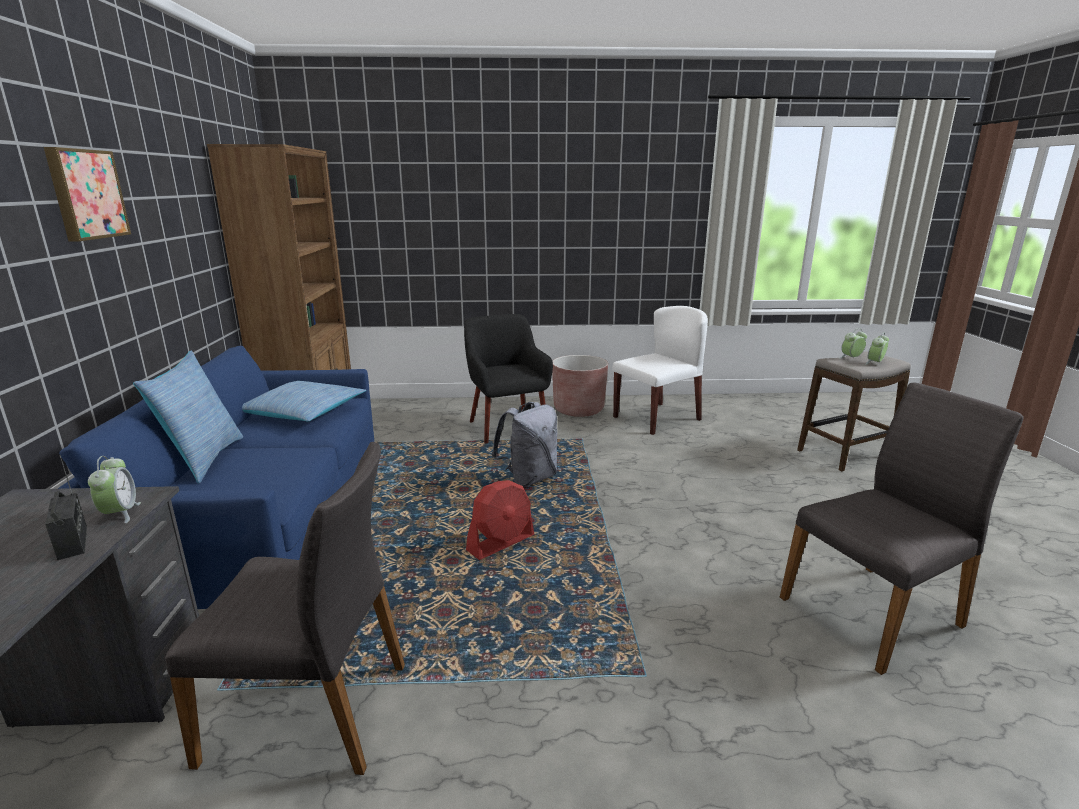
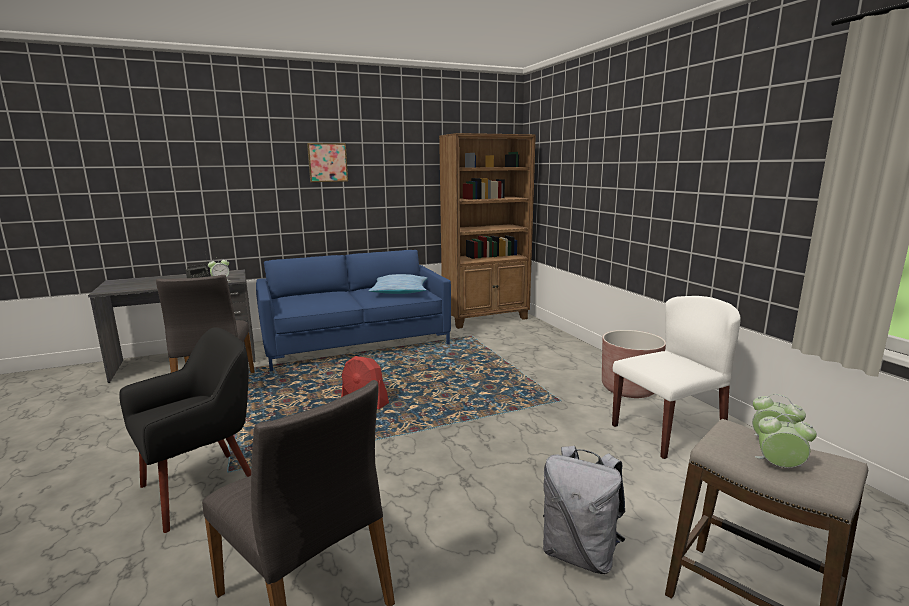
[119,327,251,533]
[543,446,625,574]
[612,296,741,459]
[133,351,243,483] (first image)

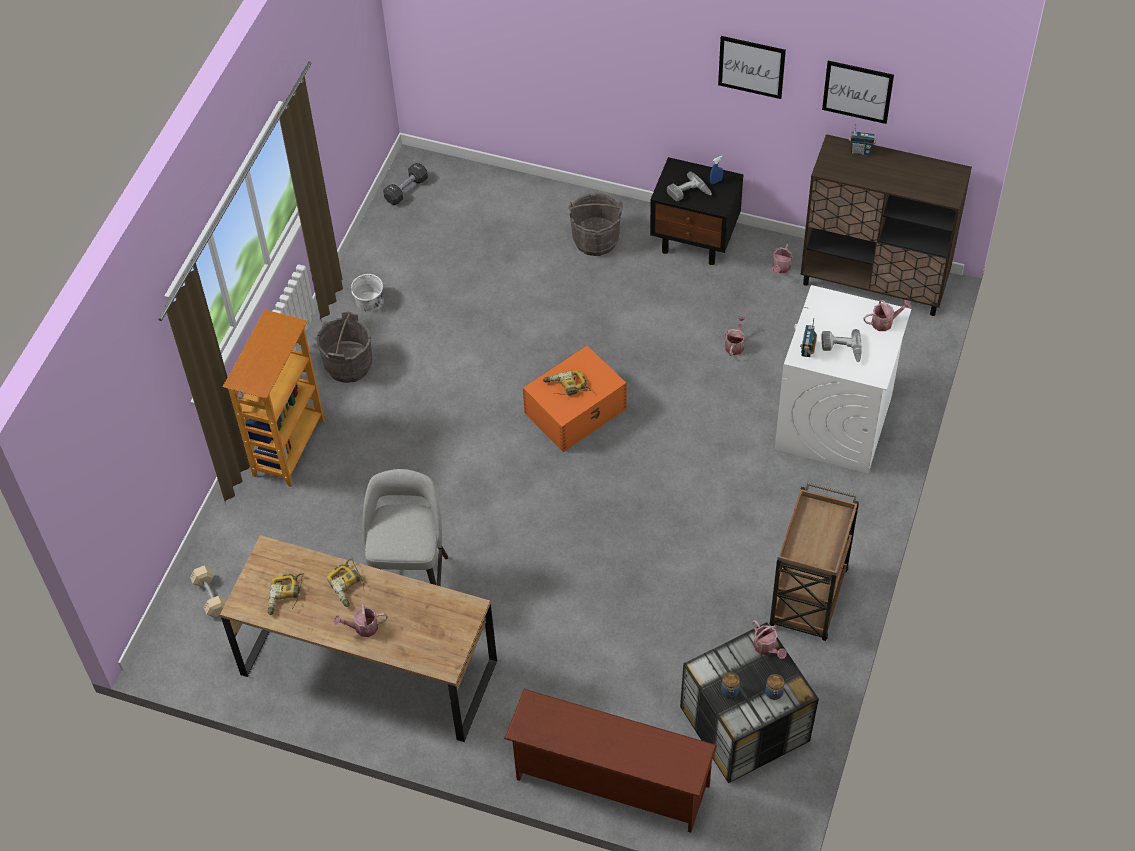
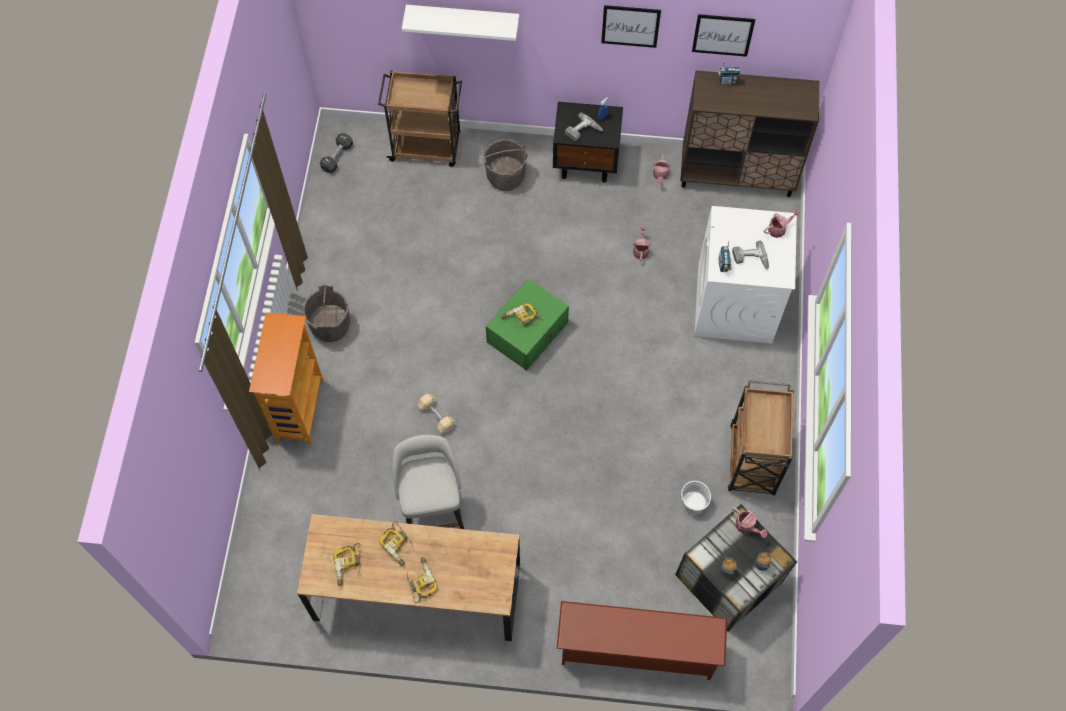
[378,70,462,167]
[402,5,519,41]
[407,557,438,604]
[417,394,455,433]
[486,278,569,371]
[681,481,711,514]

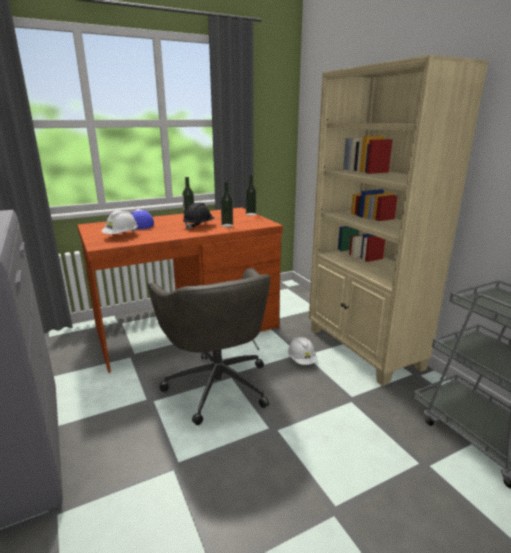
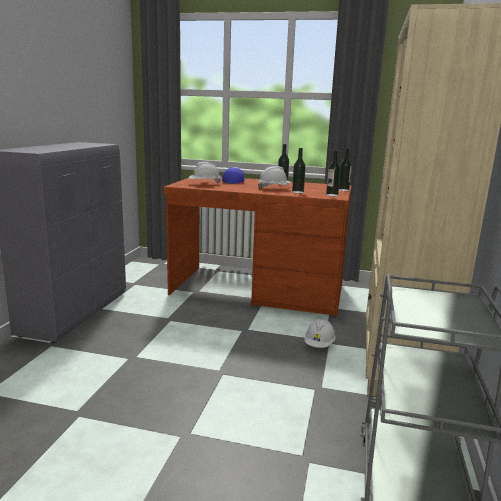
[258,166,291,189]
[326,150,341,196]
[148,268,271,425] (first image)

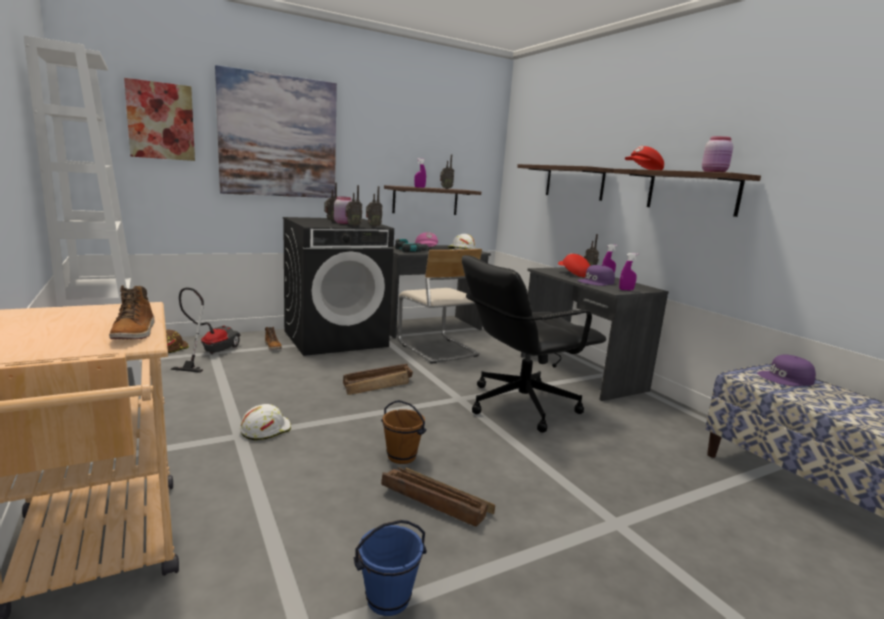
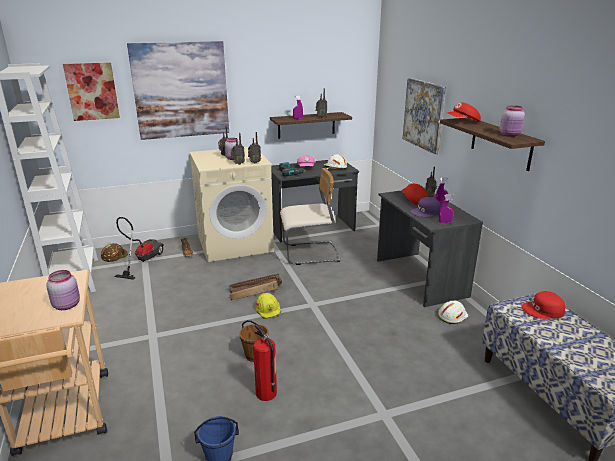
[46,270,80,310]
[190,147,274,262]
[253,325,277,401]
[256,293,281,319]
[280,168,340,265]
[403,78,446,154]
[438,300,469,324]
[522,291,565,319]
[462,255,606,433] (first image)

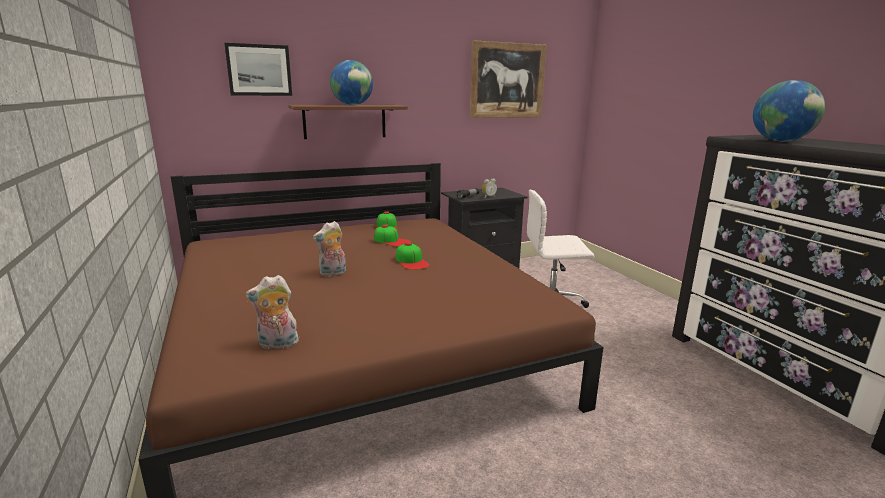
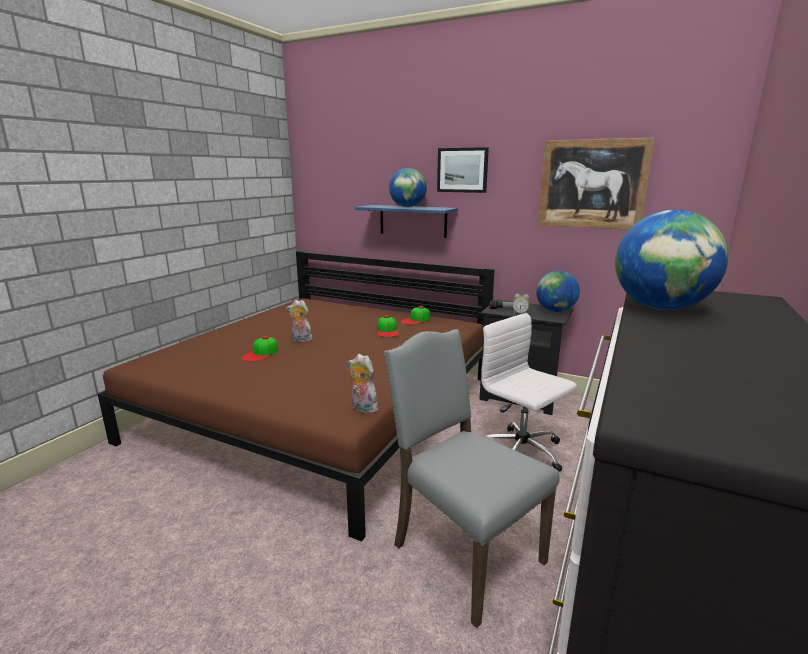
[242,336,278,361]
[348,354,379,414]
[354,205,458,238]
[383,329,560,628]
[437,147,489,193]
[536,271,580,312]

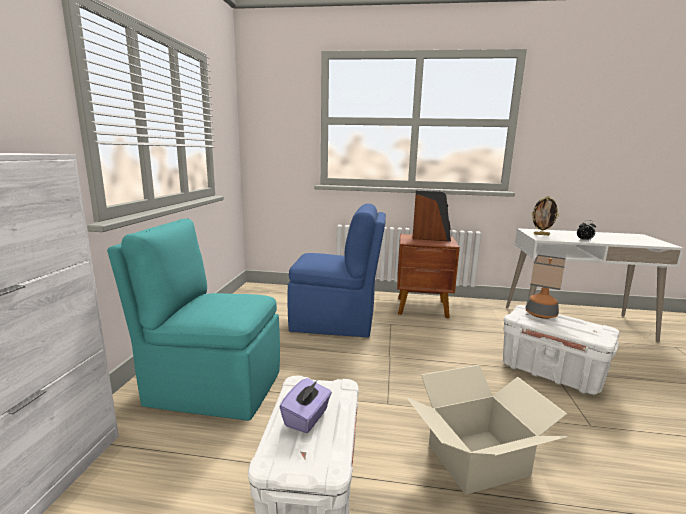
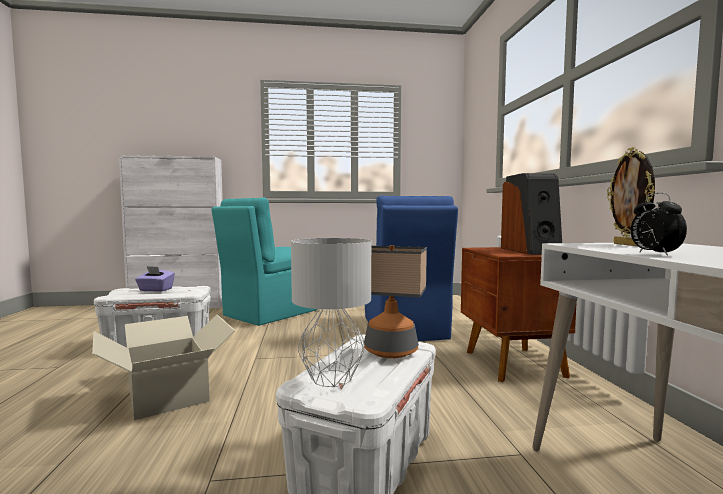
[211,197,318,326]
[291,238,371,387]

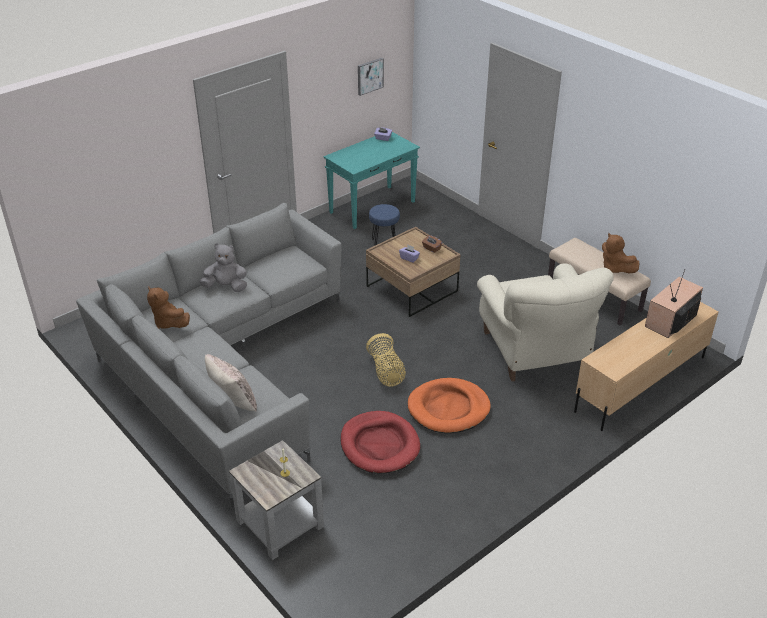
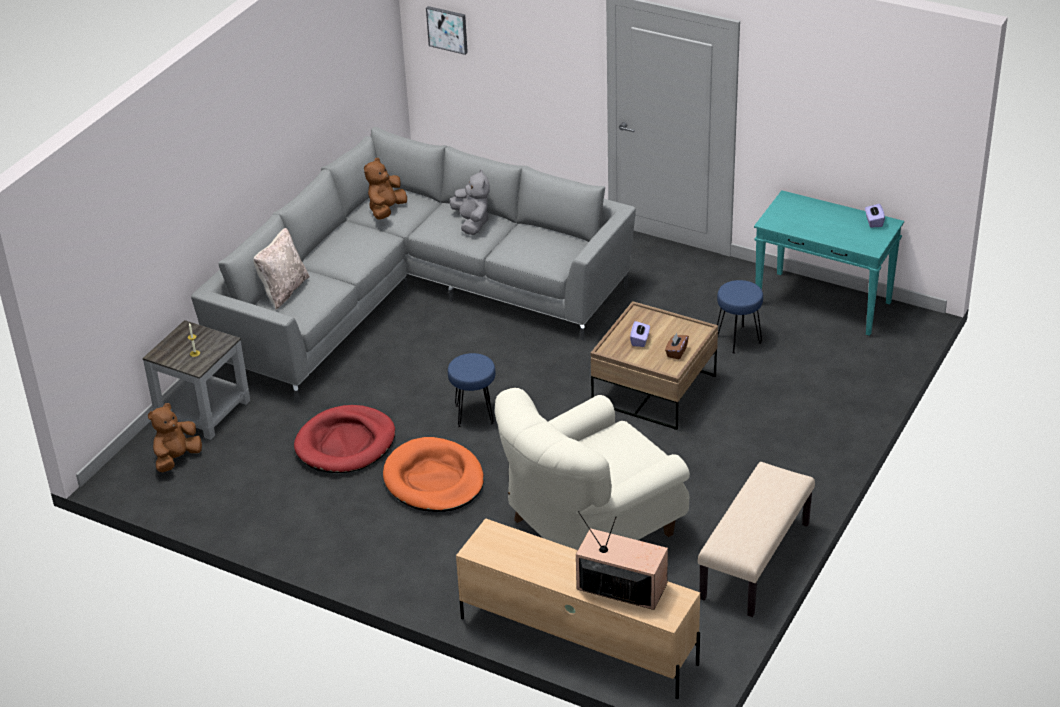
[148,403,202,472]
[426,6,468,55]
[448,353,495,428]

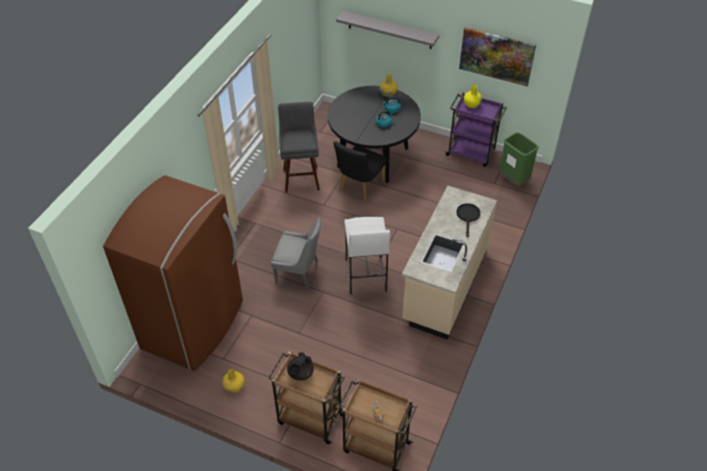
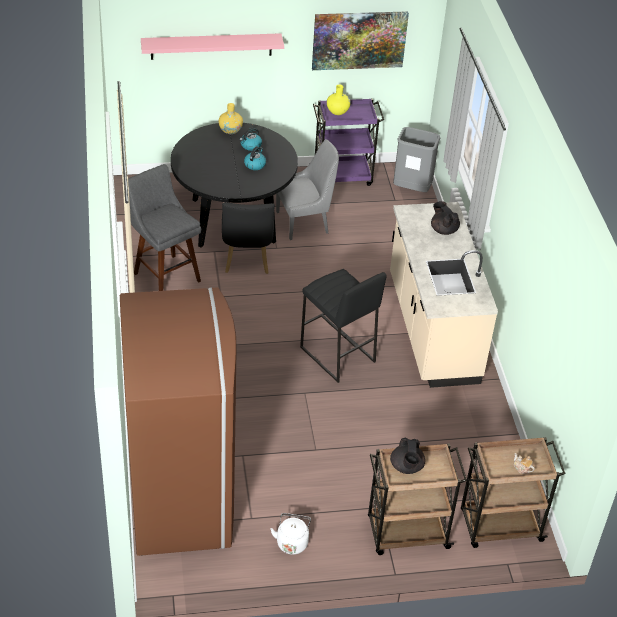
[141,33,284,60]
[270,513,311,554]
[276,139,339,240]
[300,269,387,383]
[393,127,440,192]
[431,201,460,235]

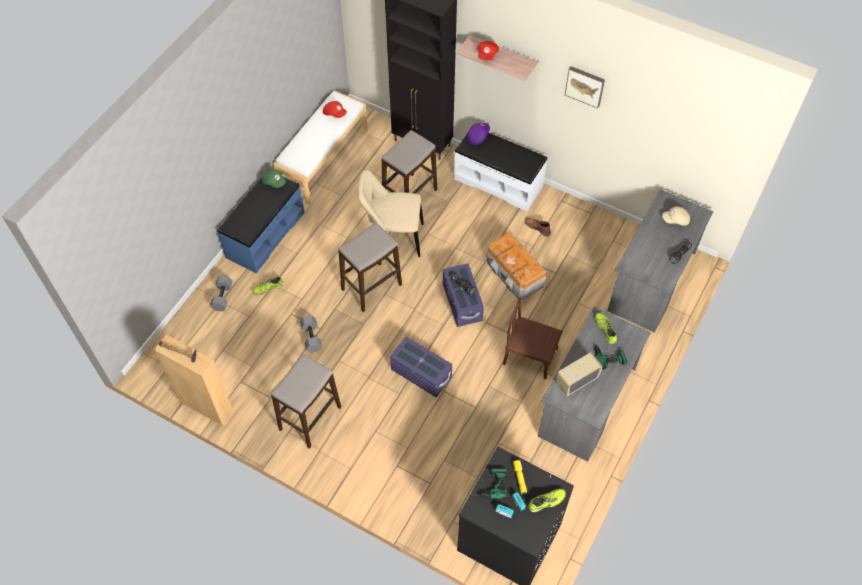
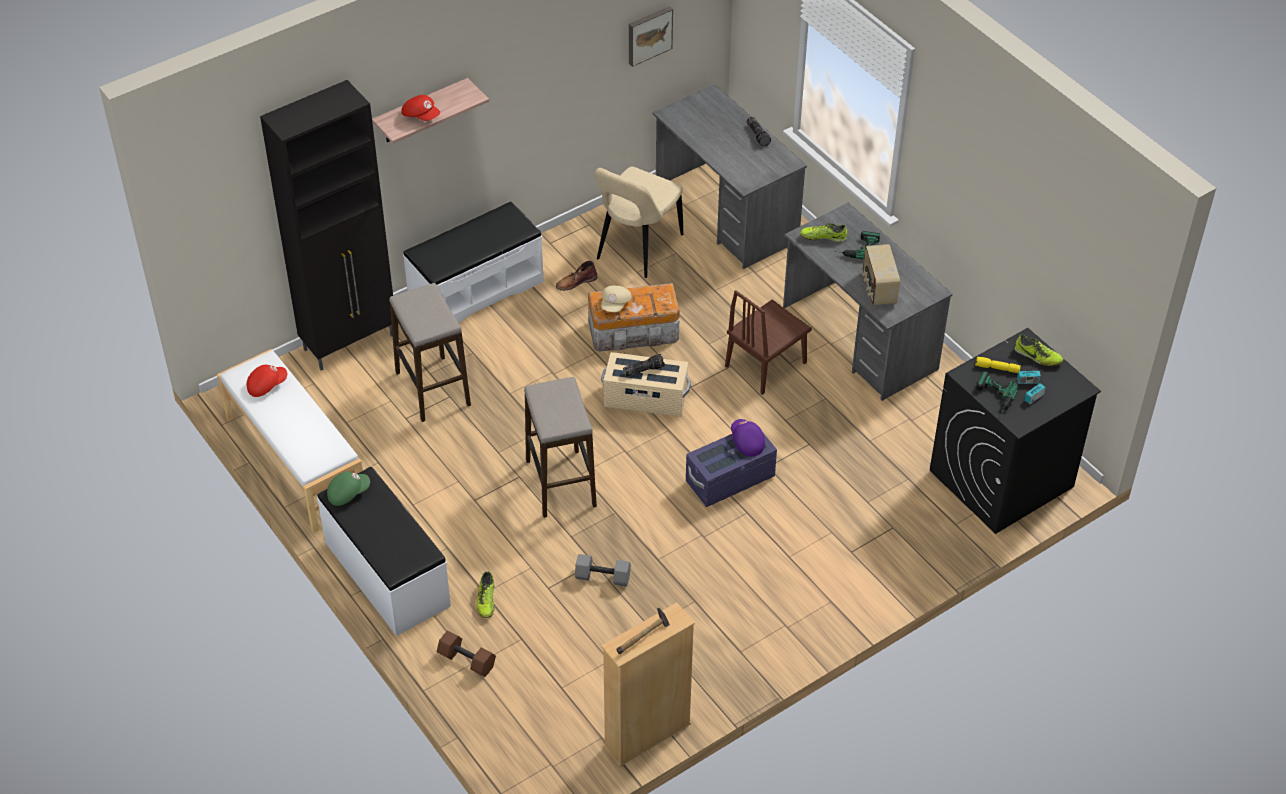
[317,467,451,636]
[437,630,496,677]
[595,167,683,278]
[601,286,632,312]
[601,352,691,417]
[629,6,673,67]
[731,419,765,457]
[1014,334,1063,366]
[271,354,341,449] (first image)

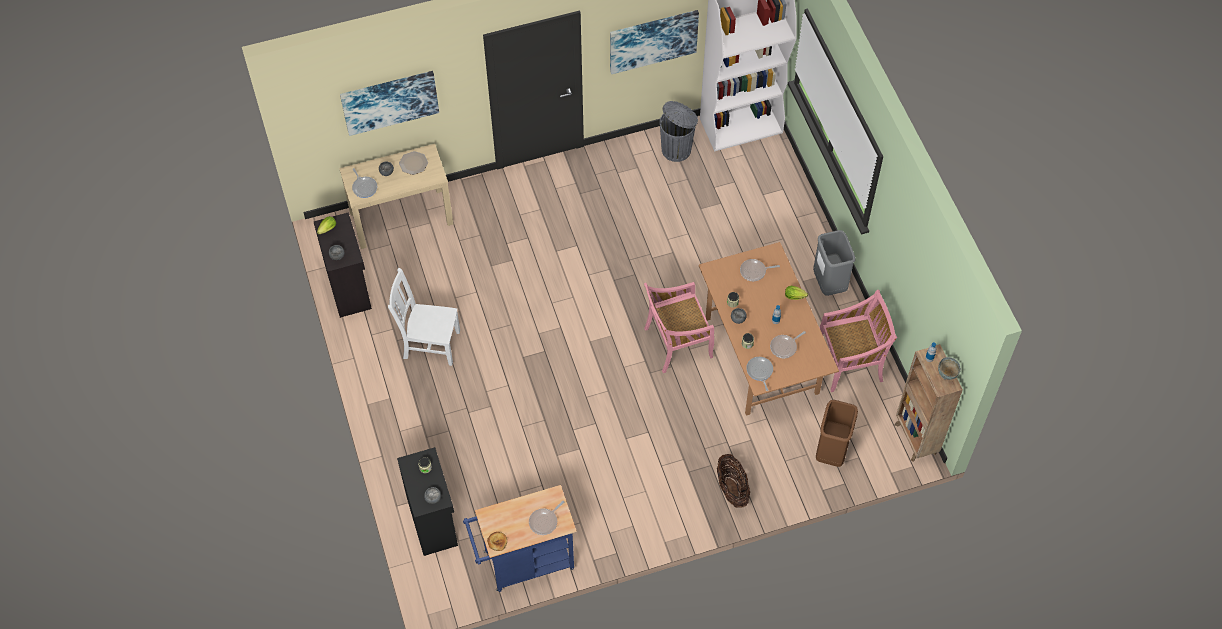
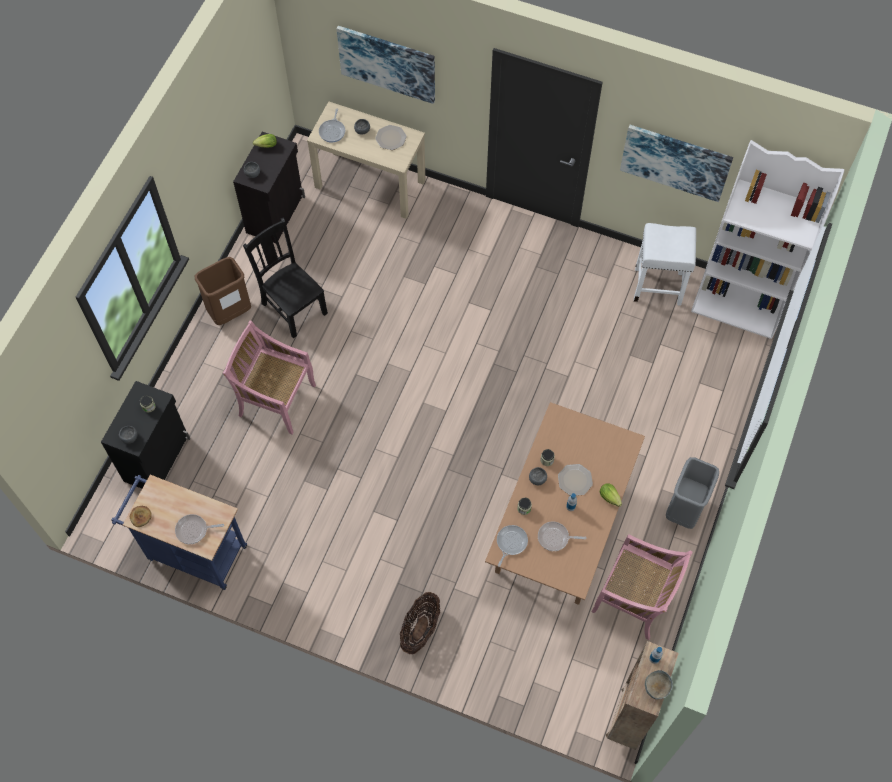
[195,257,251,325]
[223,321,316,435]
[243,218,328,338]
[558,464,593,496]
[634,223,696,306]
[740,259,780,281] (first image)

